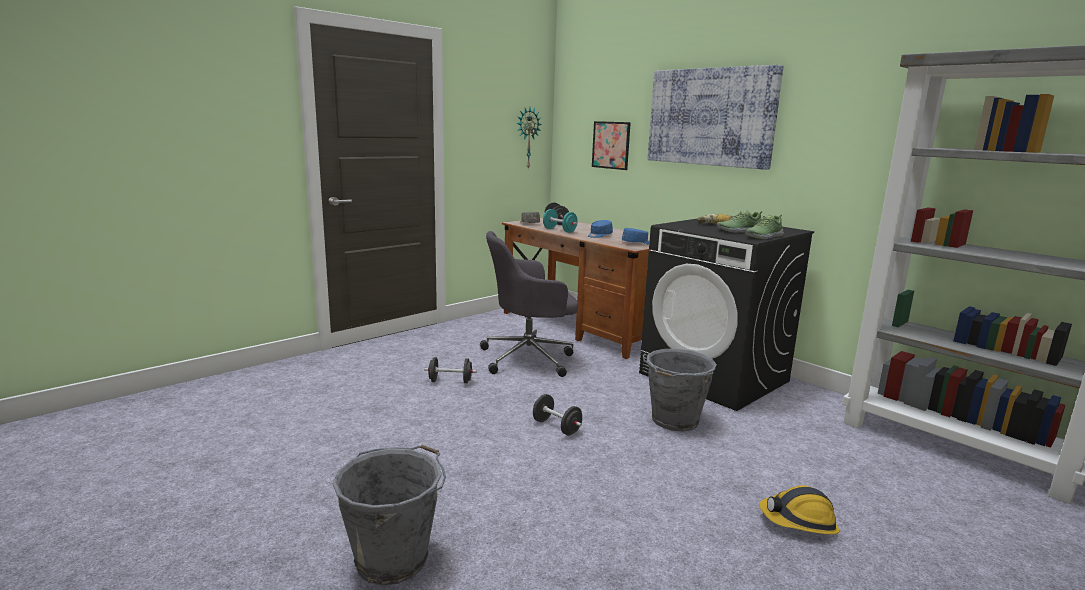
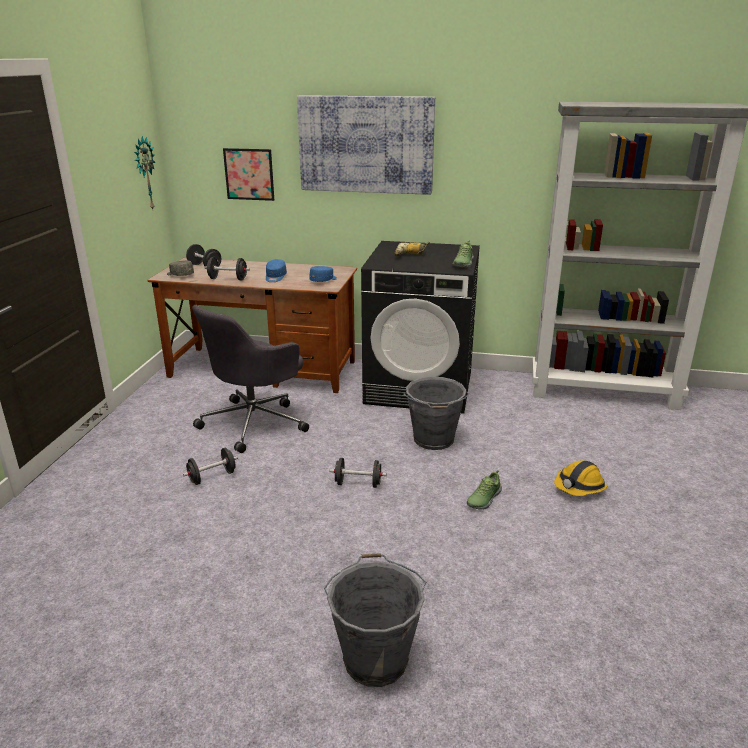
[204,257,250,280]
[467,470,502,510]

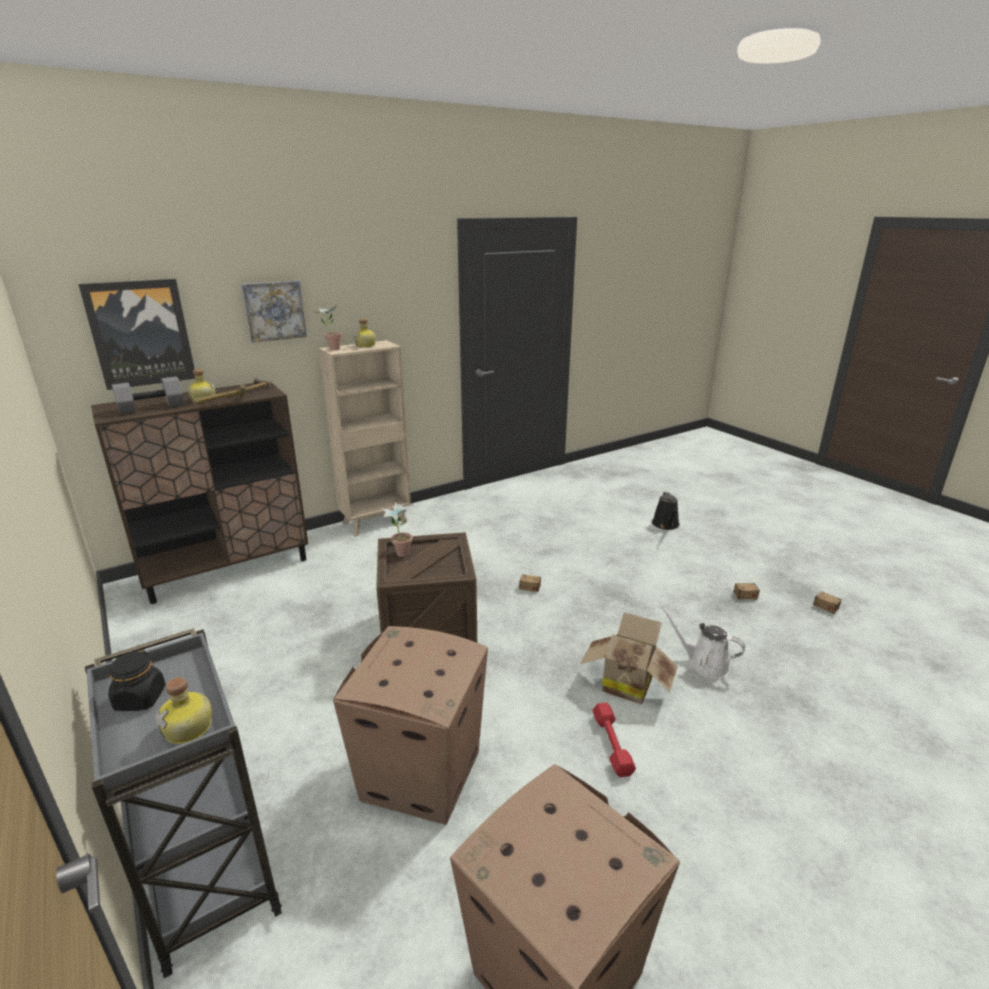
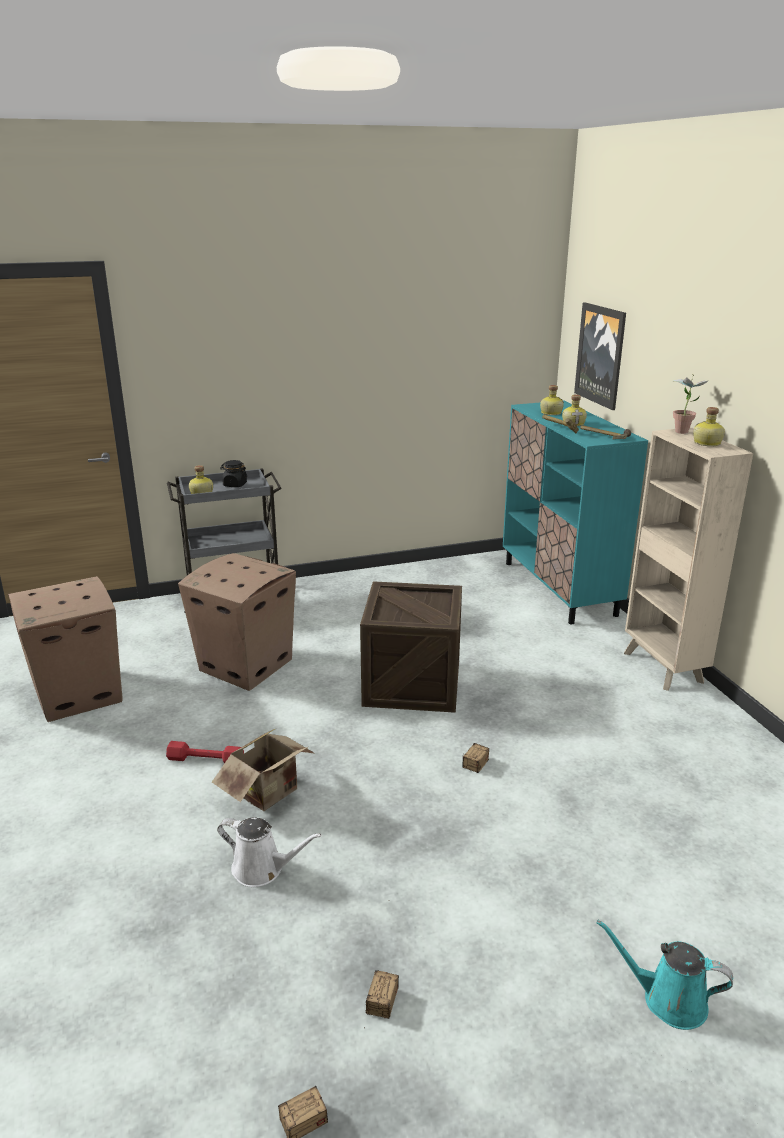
[217,818,322,887]
[503,401,648,624]
[540,385,564,415]
[597,920,733,1030]
[242,281,307,343] (first image)
[382,502,413,557] (first image)

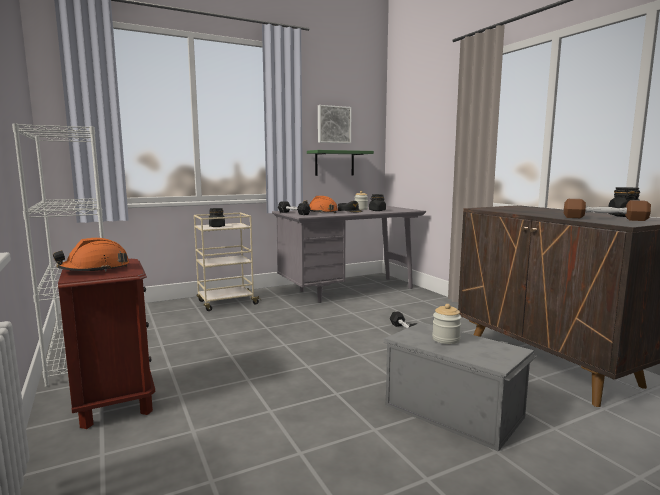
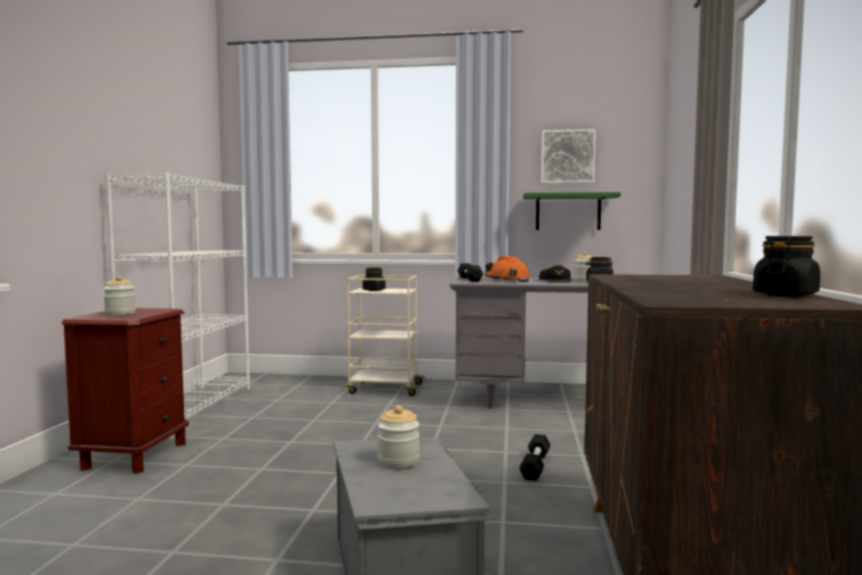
[104,276,136,315]
[564,199,651,221] (first image)

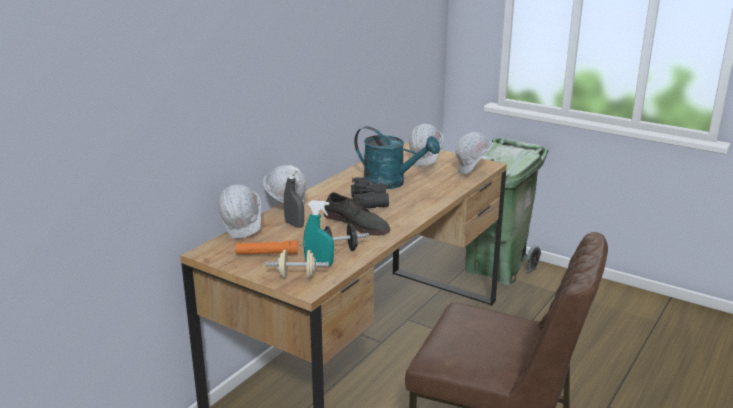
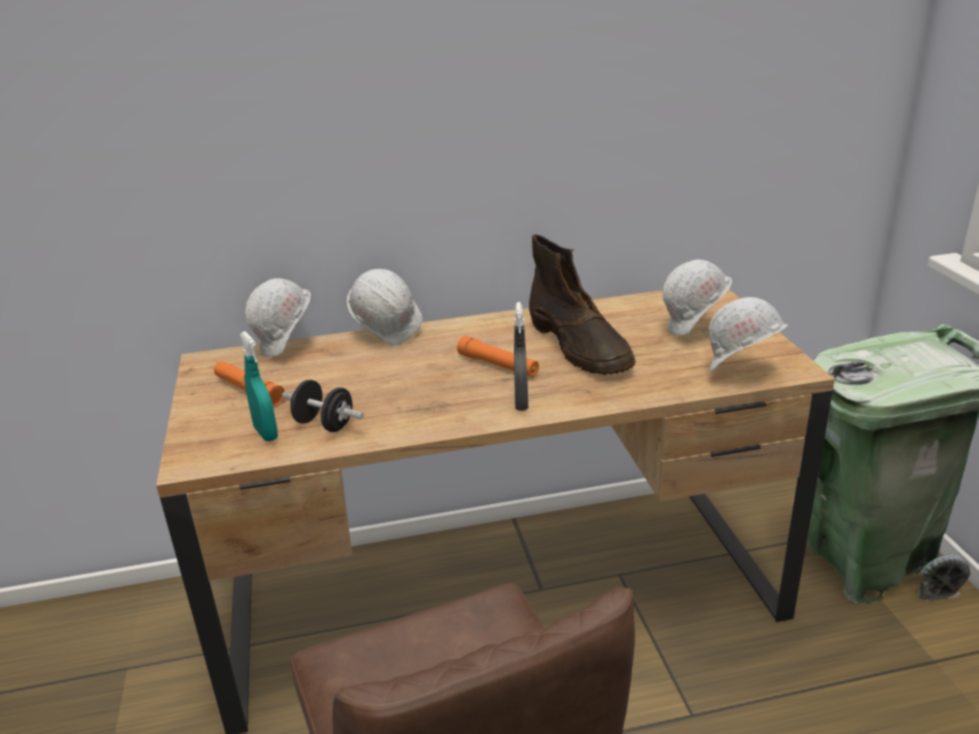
[457,336,539,377]
[514,302,528,411]
[529,235,636,375]
[265,250,329,279] (first image)
[324,192,390,236] (first image)

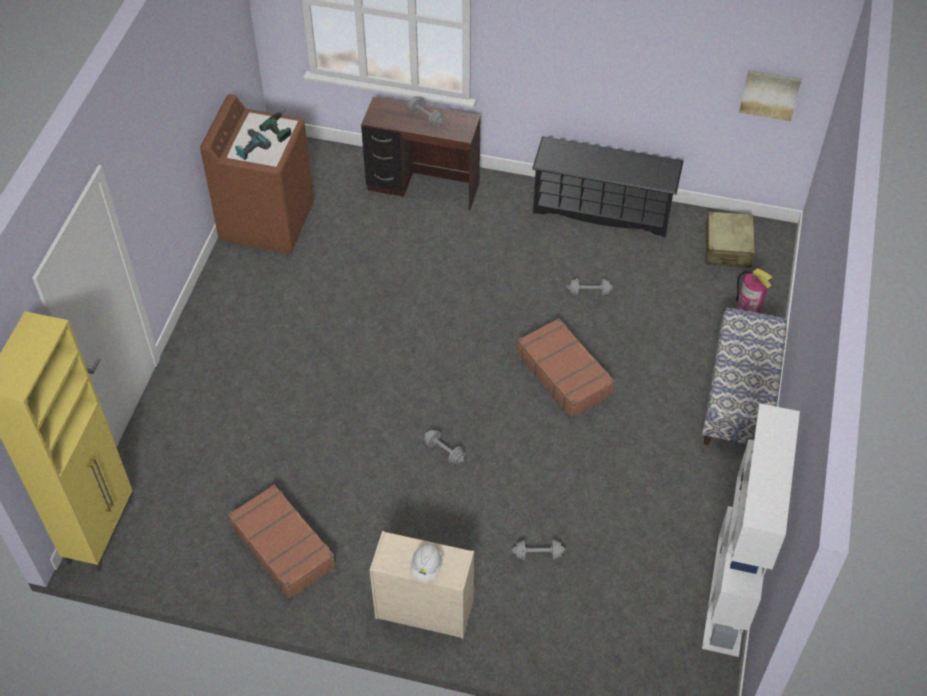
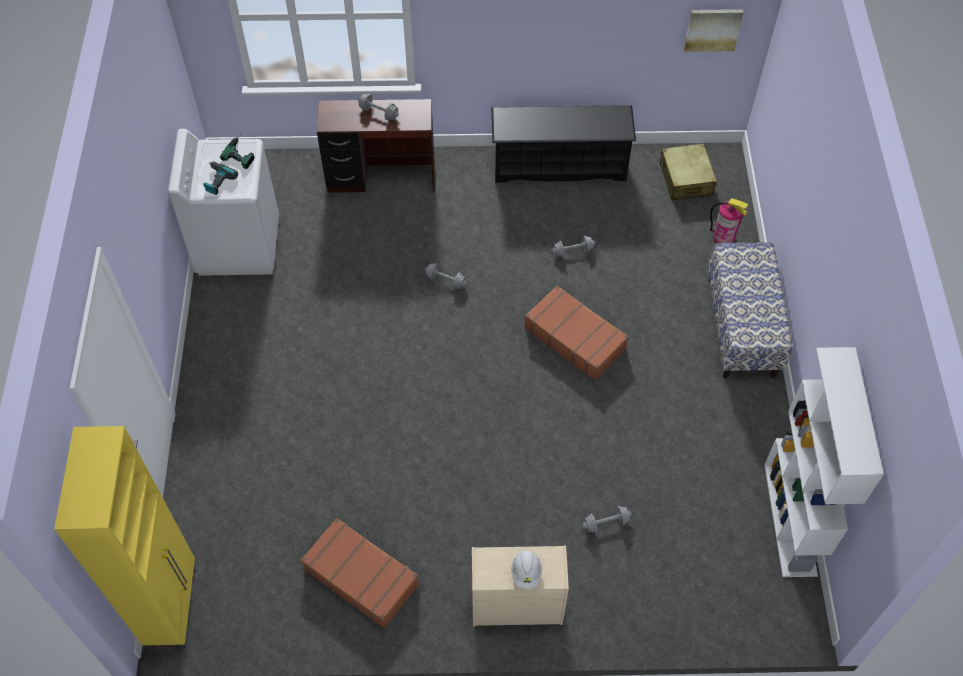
[168,129,279,276]
[425,263,467,289]

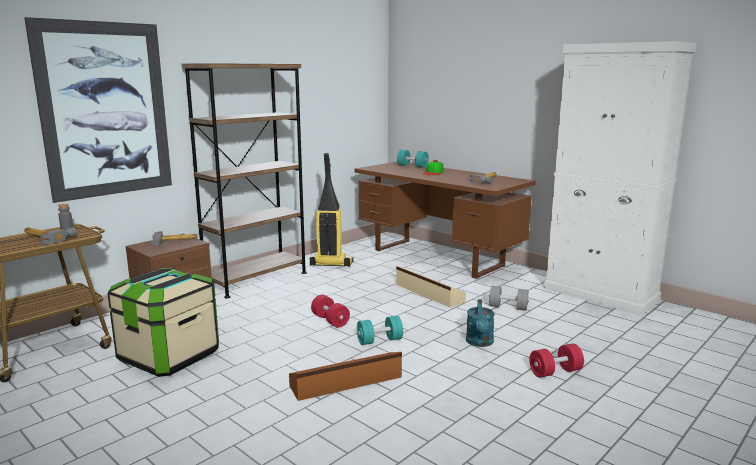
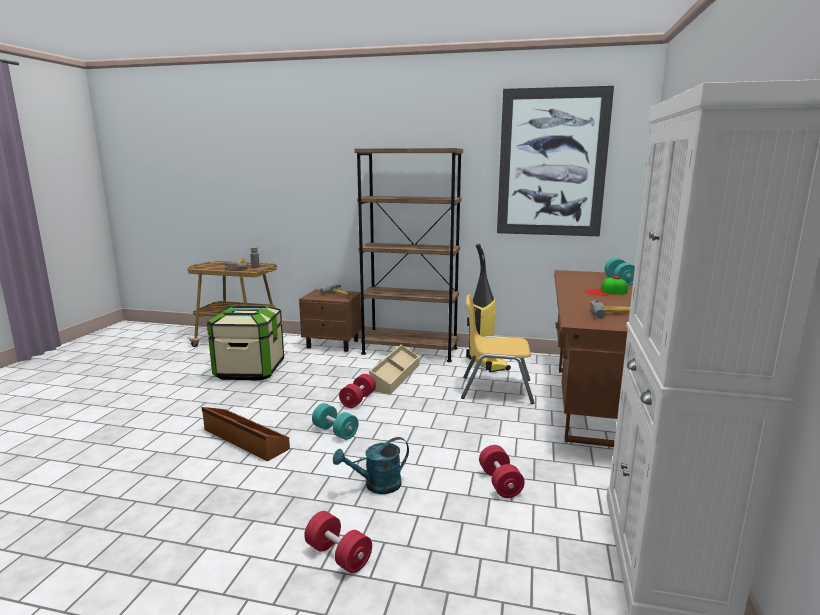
[369,345,420,394]
[461,294,535,404]
[479,445,525,498]
[497,86,614,236]

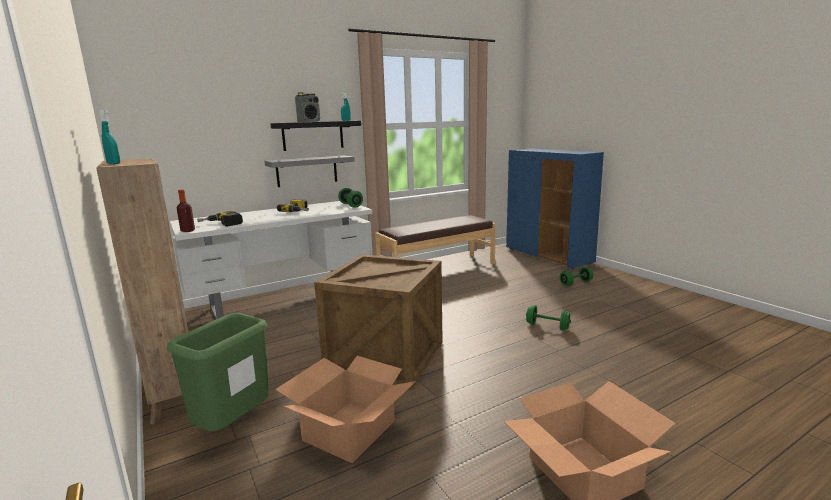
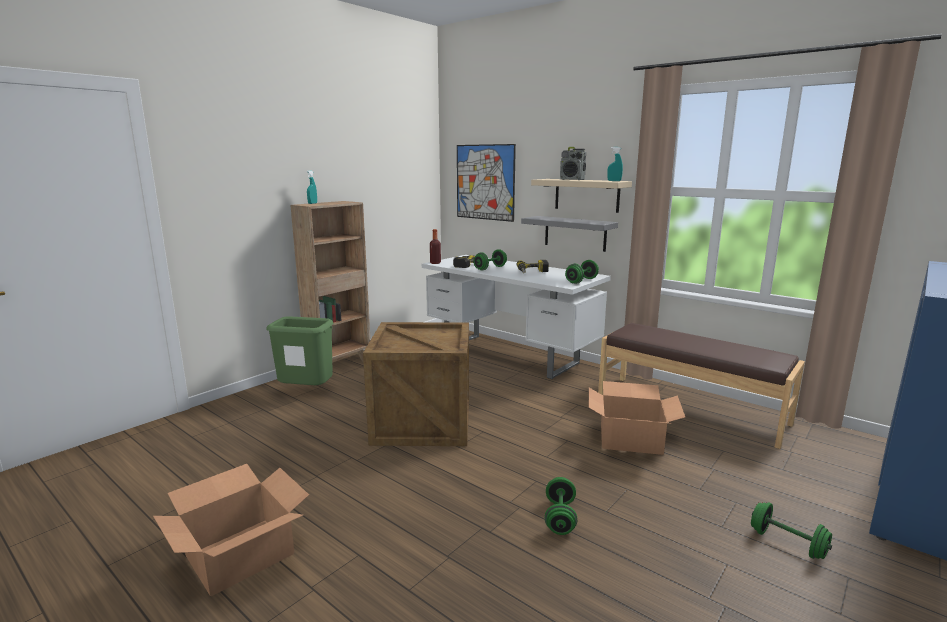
[457,144,516,222]
[473,249,507,271]
[531,179,632,213]
[589,381,685,455]

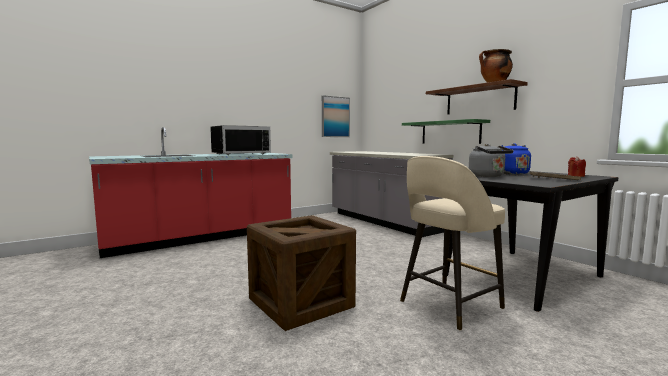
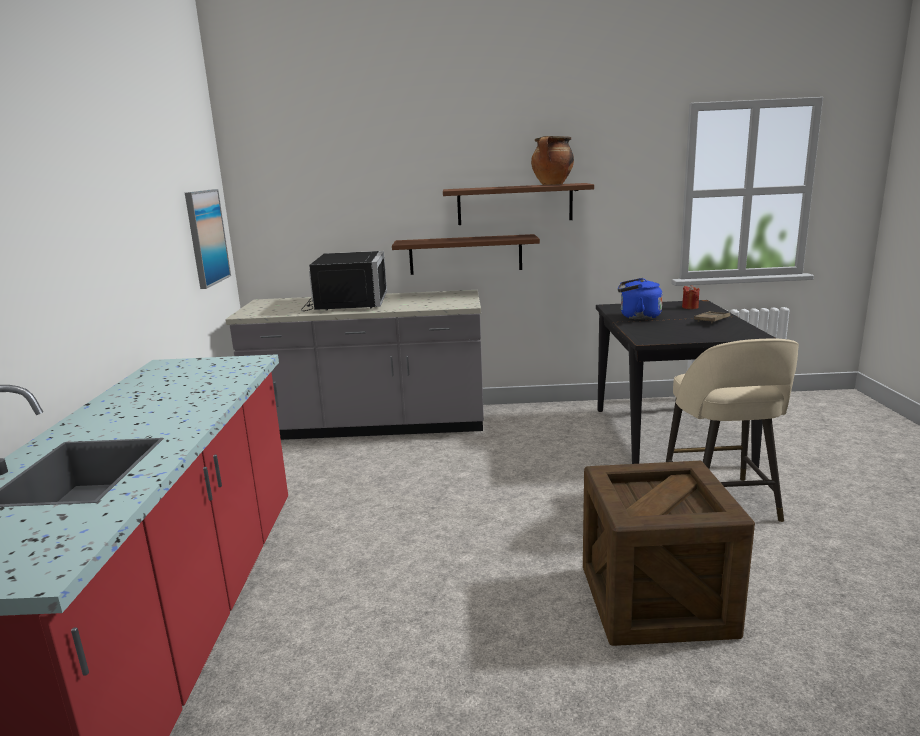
[301,251,387,311]
[392,234,540,275]
[469,144,513,177] (first image)

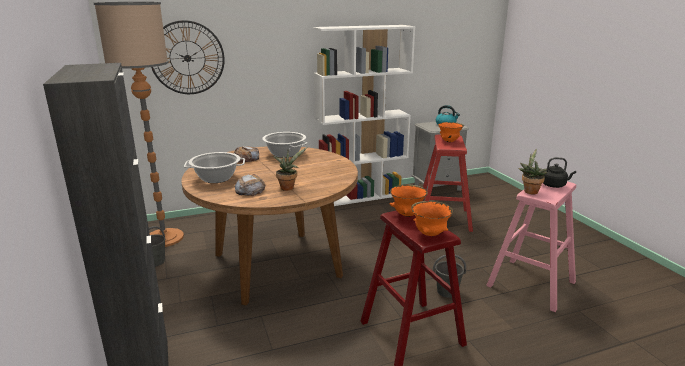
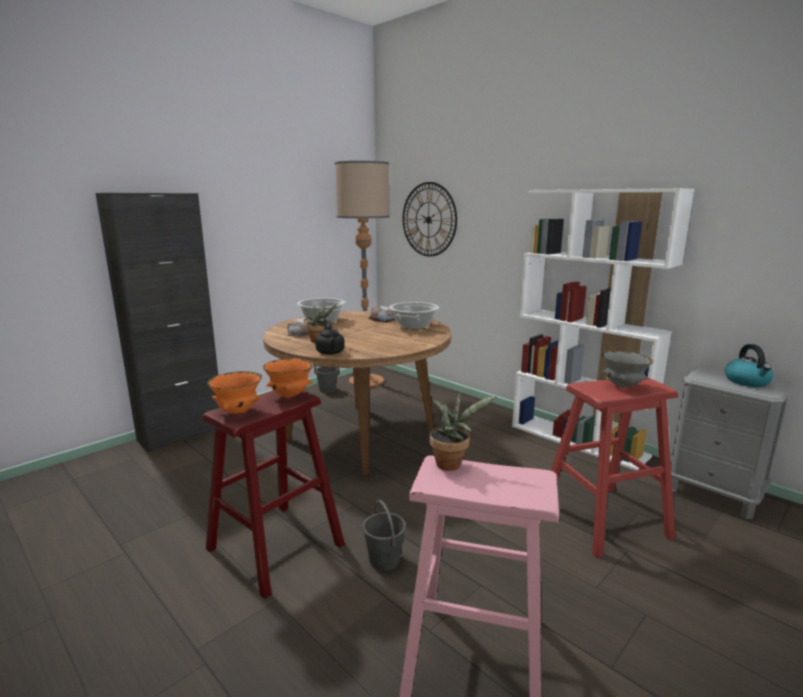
[315,317,345,355]
[602,351,653,388]

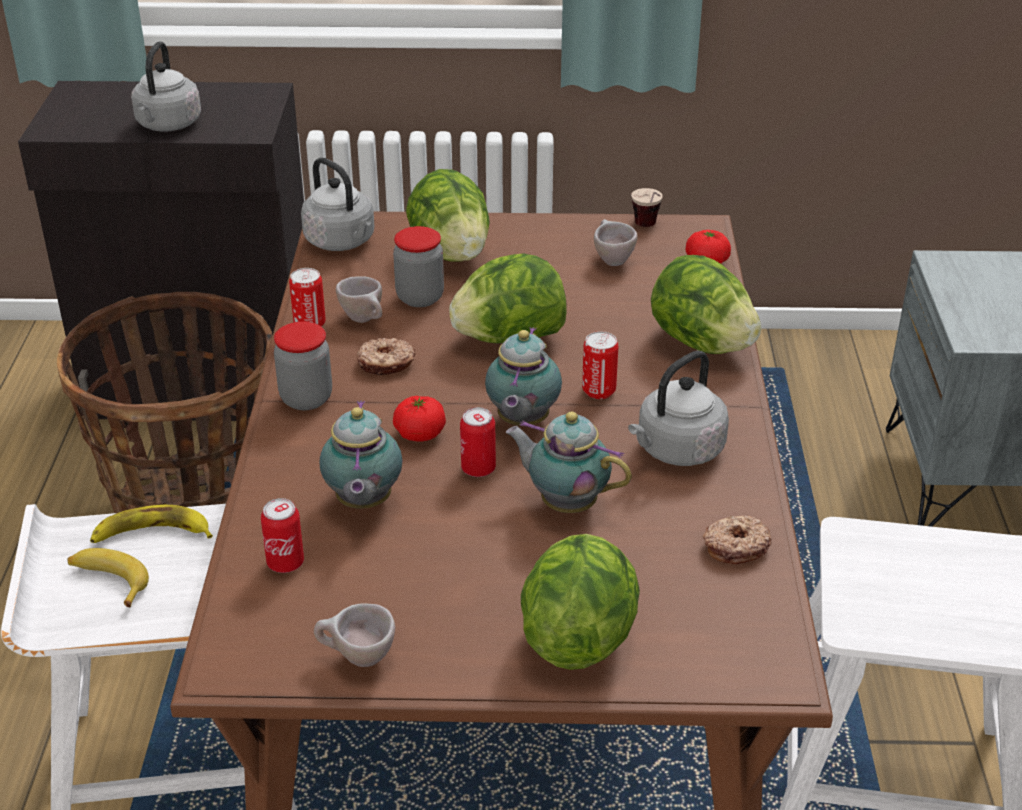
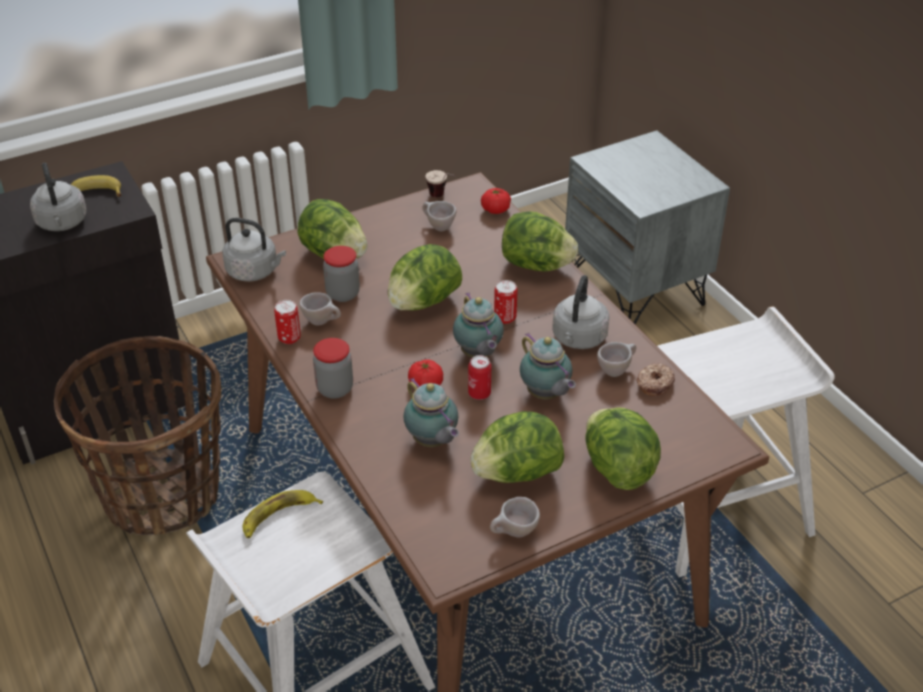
[71,175,122,197]
[470,411,564,483]
[520,333,576,399]
[597,342,636,377]
[261,498,304,573] (first image)
[357,338,416,375] (first image)

